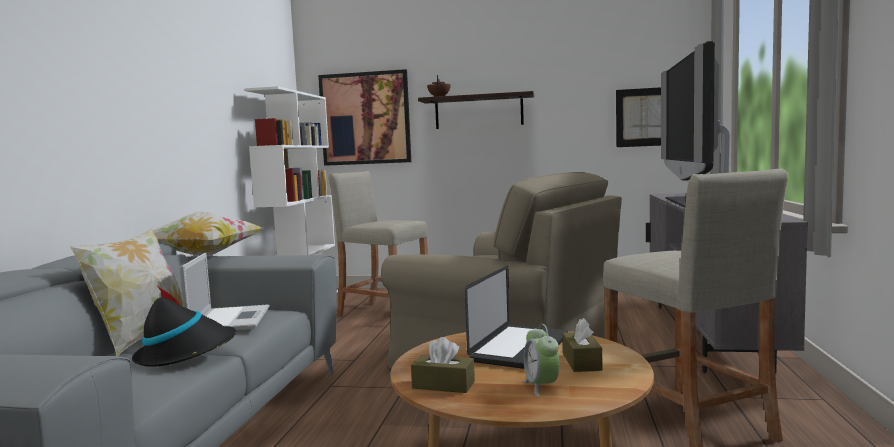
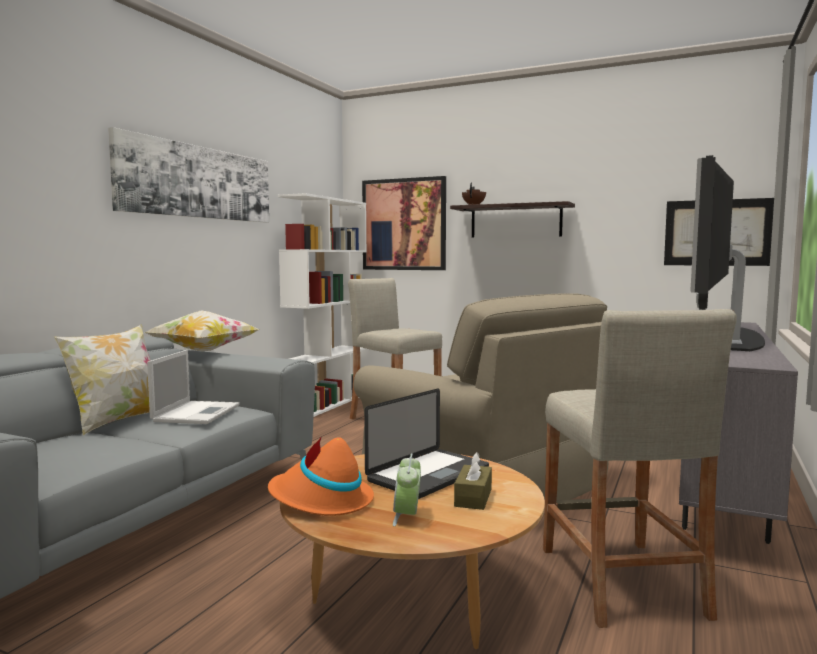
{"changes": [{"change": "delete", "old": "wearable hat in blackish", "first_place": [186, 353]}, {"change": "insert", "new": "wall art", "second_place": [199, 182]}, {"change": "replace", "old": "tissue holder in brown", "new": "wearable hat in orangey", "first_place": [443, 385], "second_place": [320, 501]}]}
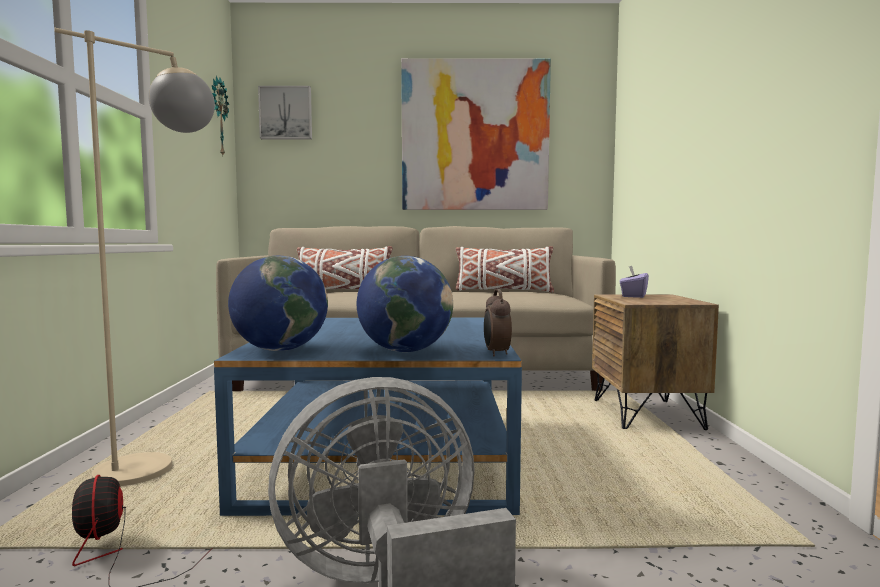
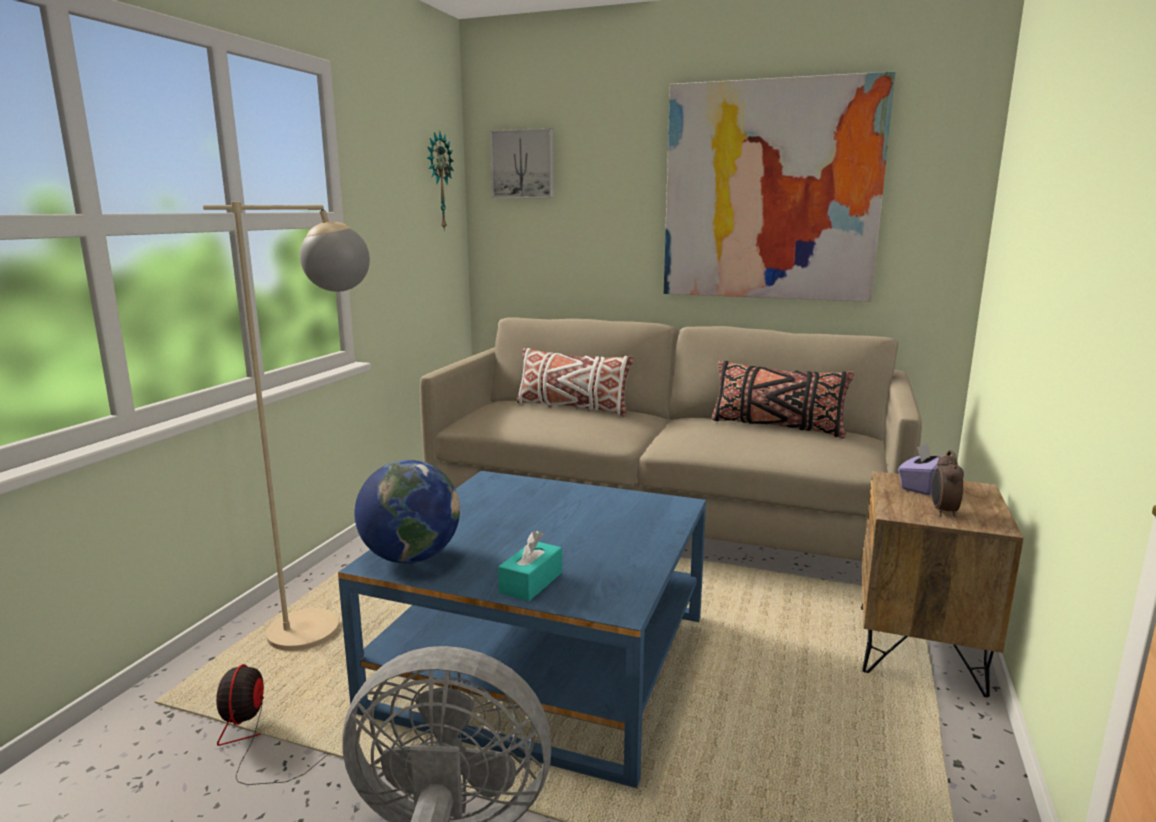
{"changes": [{"change": "move", "old": "table clock", "first_place": [496, 353], "second_place": [942, 511]}, {"change": "replace", "old": "world globe", "new": "tissue holder in blue-green", "first_place": [405, 351], "second_place": [531, 582]}, {"change": "recolor", "old": "cushion in white-coloured", "new": "cushion in blackish", "first_place": [503, 291], "second_place": [776, 427]}]}
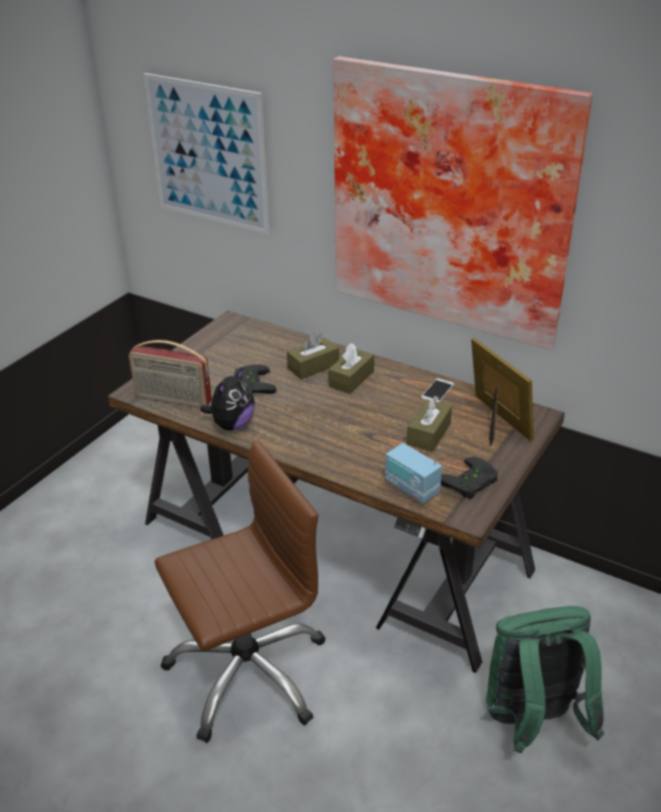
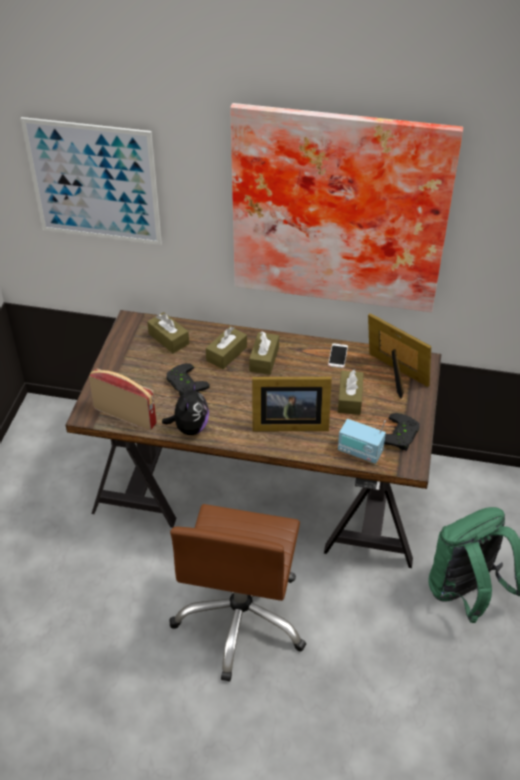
{"changes": [{"change": "insert", "new": "tissue holder in brown", "second_place": [168, 339]}, {"change": "insert", "new": "picture frame", "second_place": [287, 423]}, {"change": "rotate", "old": "radio", "first_place": [173, 400], "second_place": [126, 415], "degrees": -150}, {"change": "rotate", "old": "desk chair in brown", "first_place": [247, 672], "second_place": [241, 618], "degrees": 150}]}
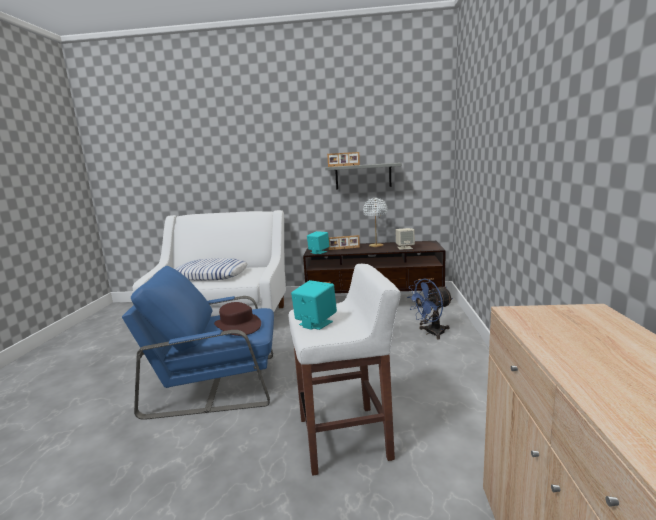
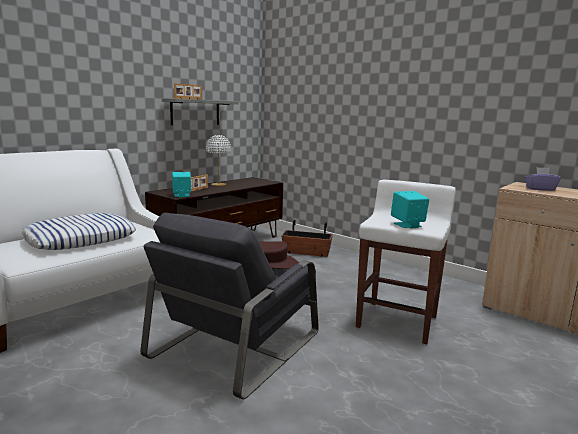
{"changes": [{"change": "delete", "old": "audio speaker in beige-coloured", "first_place": [405, 248]}, {"change": "insert", "new": "tissue holder in purple", "second_place": [540, 189]}, {"change": "replace", "old": "electric fan in blue", "new": "plant pot", "first_place": [431, 333], "second_place": [306, 252]}, {"change": "recolor", "old": "lounge chair in blue", "new": "lounge chair in greyish", "first_place": [216, 383], "second_place": [237, 343]}]}
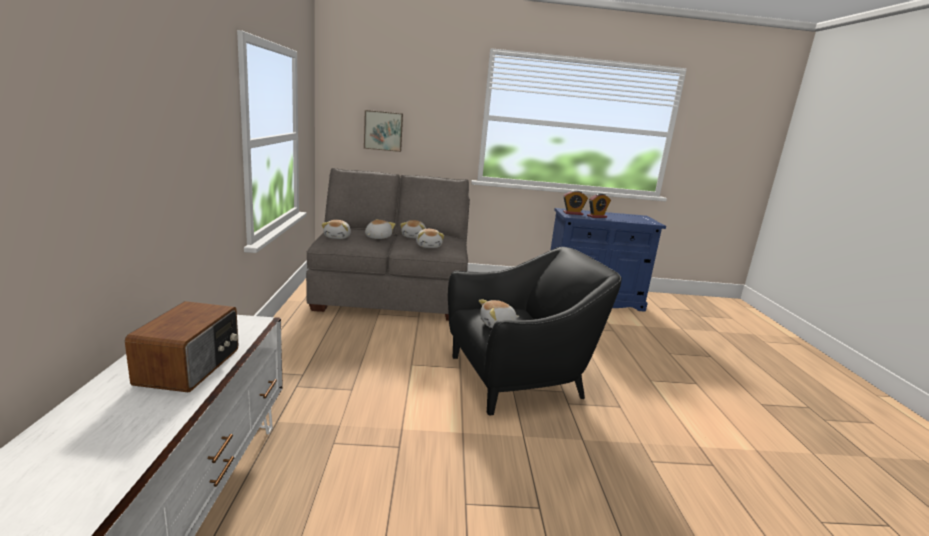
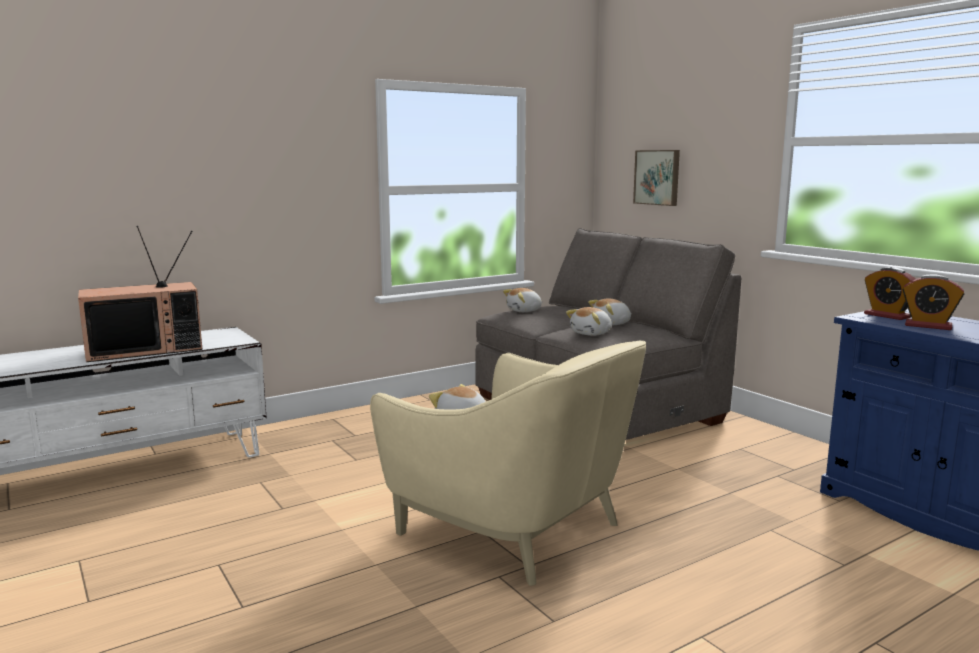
{"changes": [{"change": "delete", "old": "plush toy", "first_place": [377, 237]}, {"change": "replace", "old": "radio", "new": "television", "first_place": [191, 366], "second_place": [146, 349]}, {"change": "recolor", "old": "lounge chair in blackish", "new": "lounge chair in beige-coloured", "first_place": [518, 378], "second_place": [513, 527]}]}
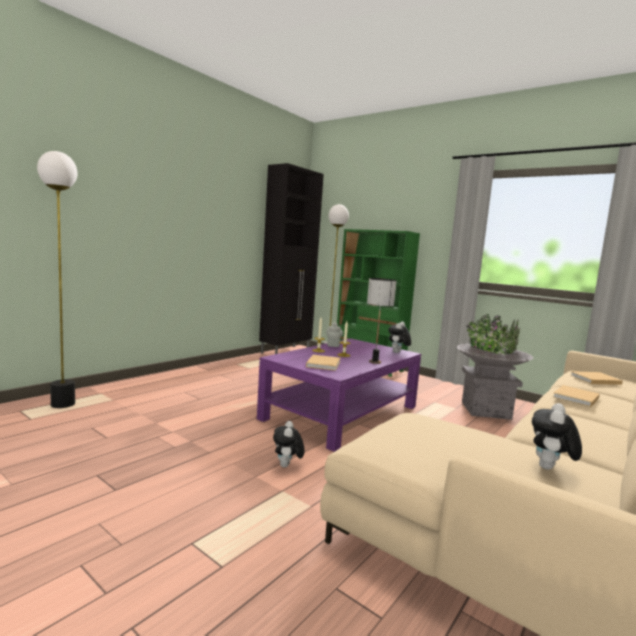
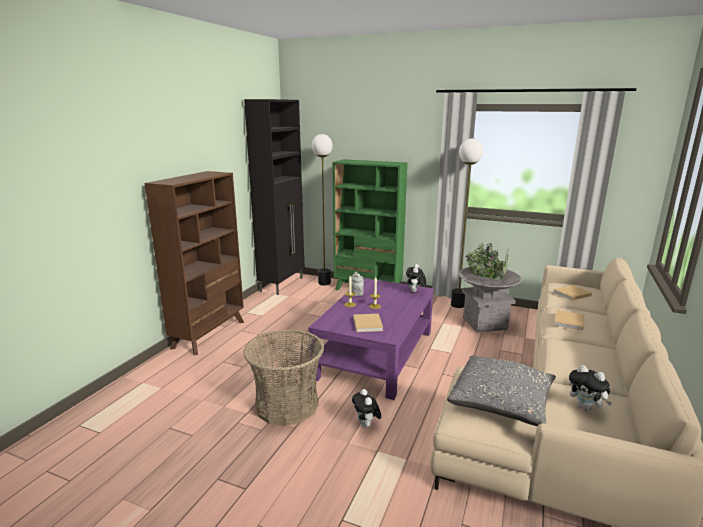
{"changes": [{"change": "delete", "old": "tabletop lamp", "first_place": [374, 362]}, {"change": "insert", "new": "bookcase in brown", "second_place": [209, 334]}, {"change": "insert", "new": "household basket", "second_place": [287, 405]}, {"change": "insert", "new": "cushion in greyish", "second_place": [501, 403]}, {"change": "move", "old": "standing lamp", "first_place": [62, 404], "second_place": [458, 305]}, {"change": "rotate", "old": "plush toy", "first_place": [550, 469], "second_place": [586, 408], "degrees": -60}]}
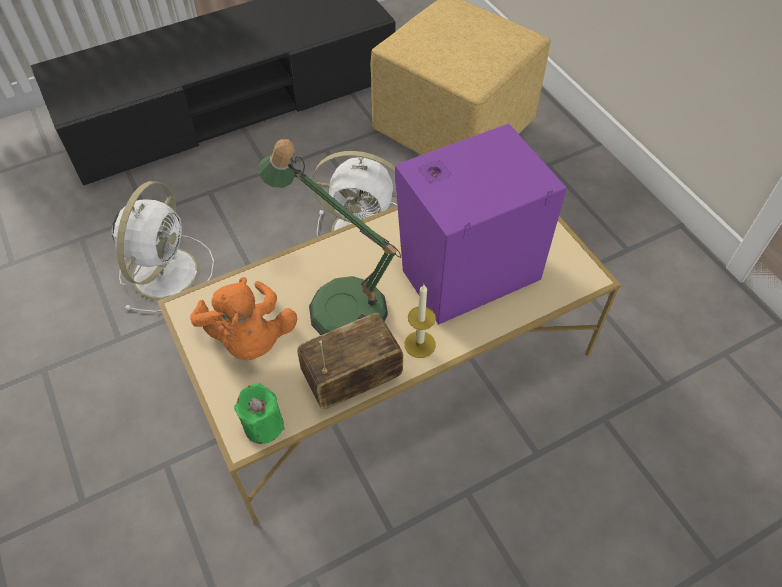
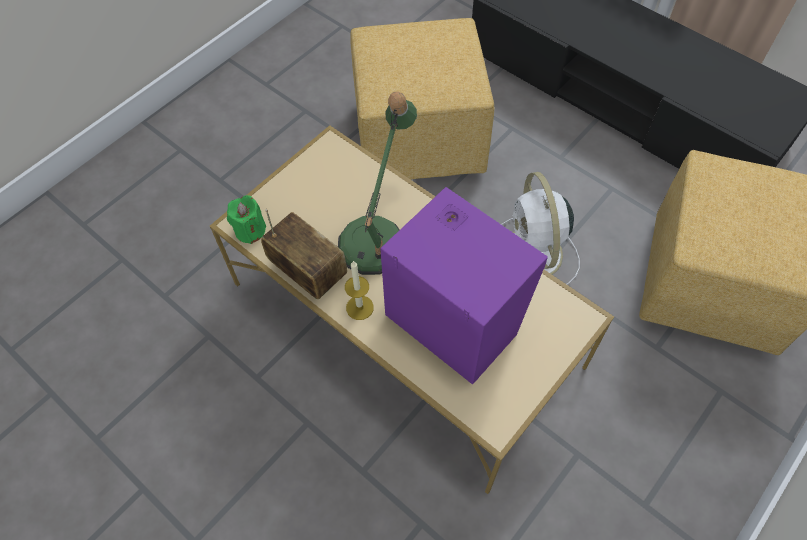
{"changes": [{"change": "delete", "old": "plush toy in orangey", "first_place": [249, 339]}, {"change": "replace", "old": "electric fan in white-coloured", "new": "pouffe in yellowish", "first_place": [166, 271], "second_place": [419, 137]}]}
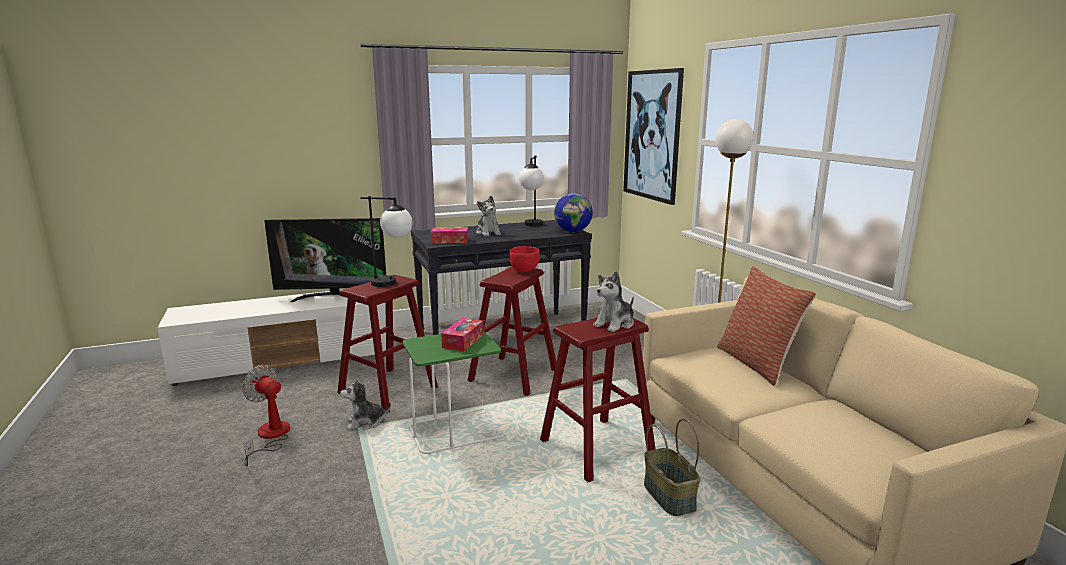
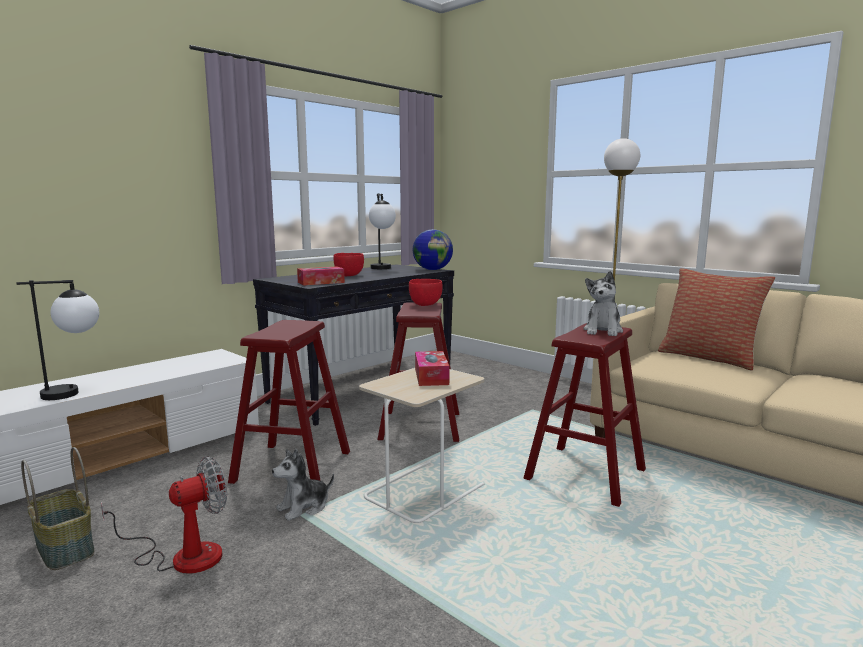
{"changes": [{"change": "delete", "old": "television", "first_place": [333, 297]}, {"change": "delete", "old": "wall art", "first_place": [652, 135]}, {"change": "move", "old": "tabletop lamp", "first_place": [393, 283], "second_place": [75, 393]}, {"change": "move", "old": "household basket", "first_place": [670, 497], "second_place": [66, 548]}, {"change": "replace", "old": "plush toy", "new": "serving bowl in red", "first_place": [488, 233], "second_place": [349, 275]}, {"change": "recolor", "old": "accent table in green", "new": "accent table in beige-coloured", "first_place": [455, 431], "second_place": [423, 491]}, {"change": "rotate", "old": "electric fan", "first_place": [270, 437], "second_place": [182, 556], "degrees": 135}]}
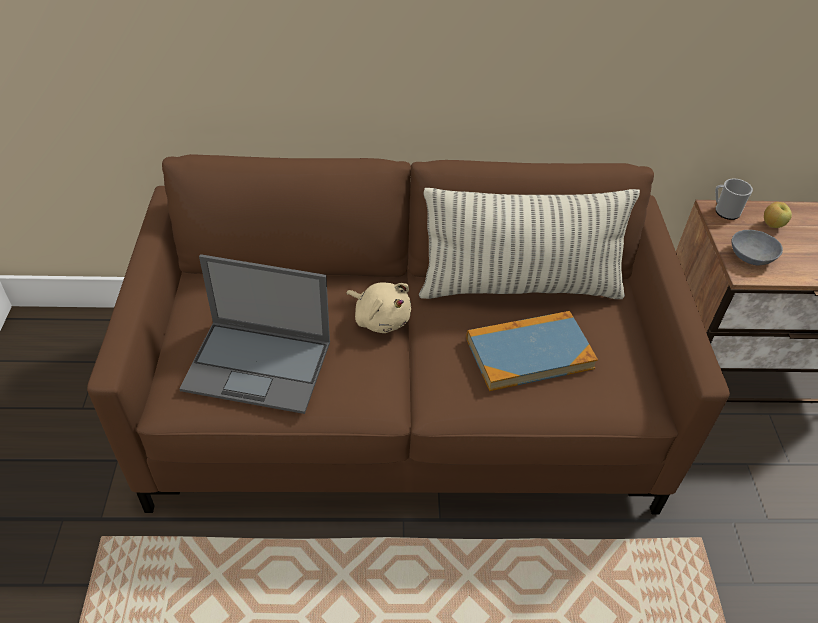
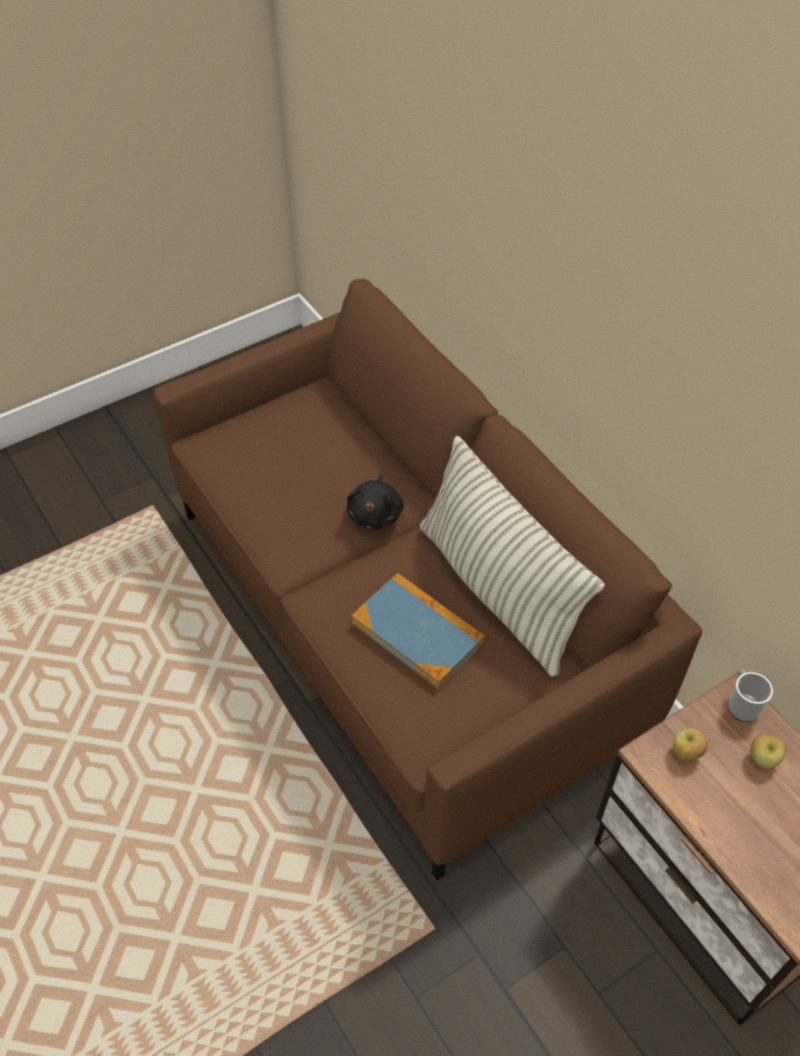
{"changes": [{"change": "delete", "old": "laptop", "first_place": [259, 366]}, {"change": "replace", "old": "serving bowl in greyish", "new": "whole apple", "first_place": [752, 255], "second_place": [686, 753]}, {"change": "recolor", "old": "plush toy in beige-coloured", "new": "plush toy in blackish", "first_place": [380, 318], "second_place": [375, 514]}]}
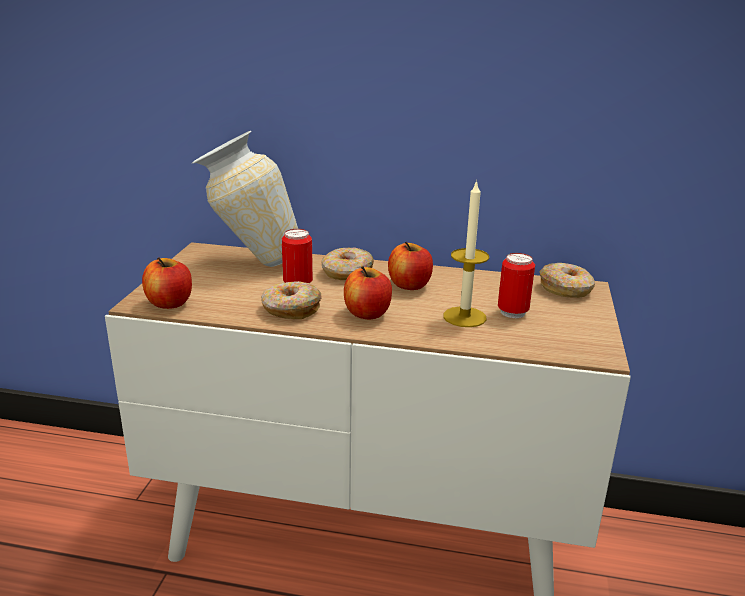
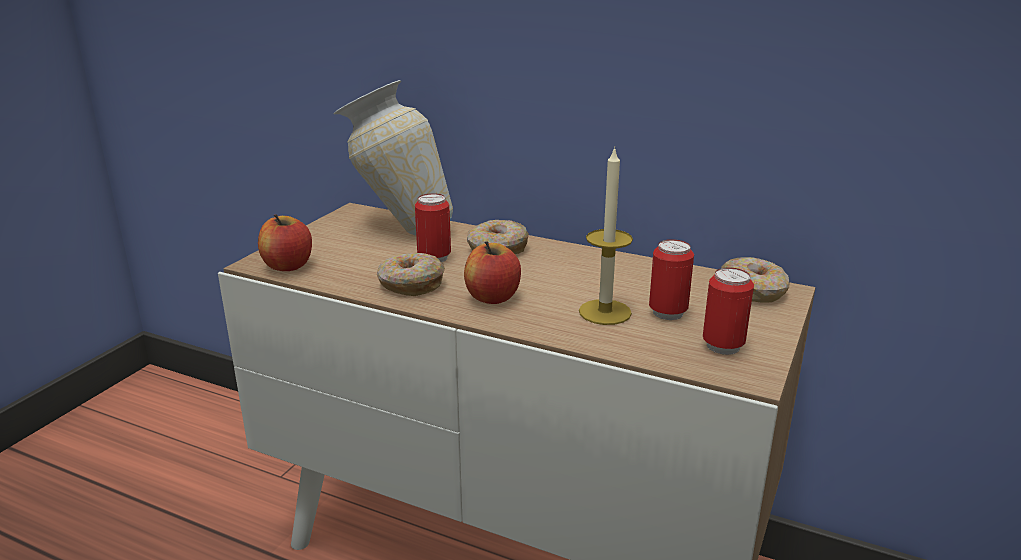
{"changes": [{"change": "delete", "old": "whole apple", "first_place": [409, 285]}, {"change": "insert", "new": "can", "second_place": [723, 346]}]}
